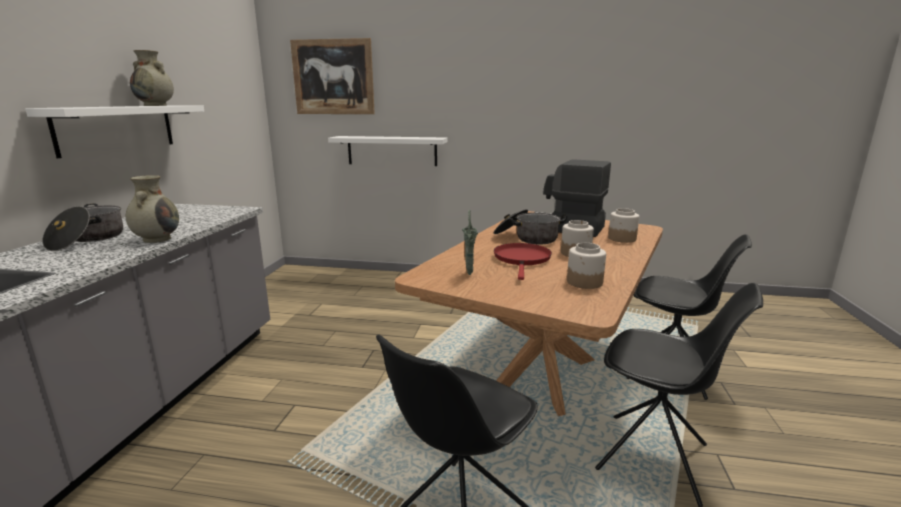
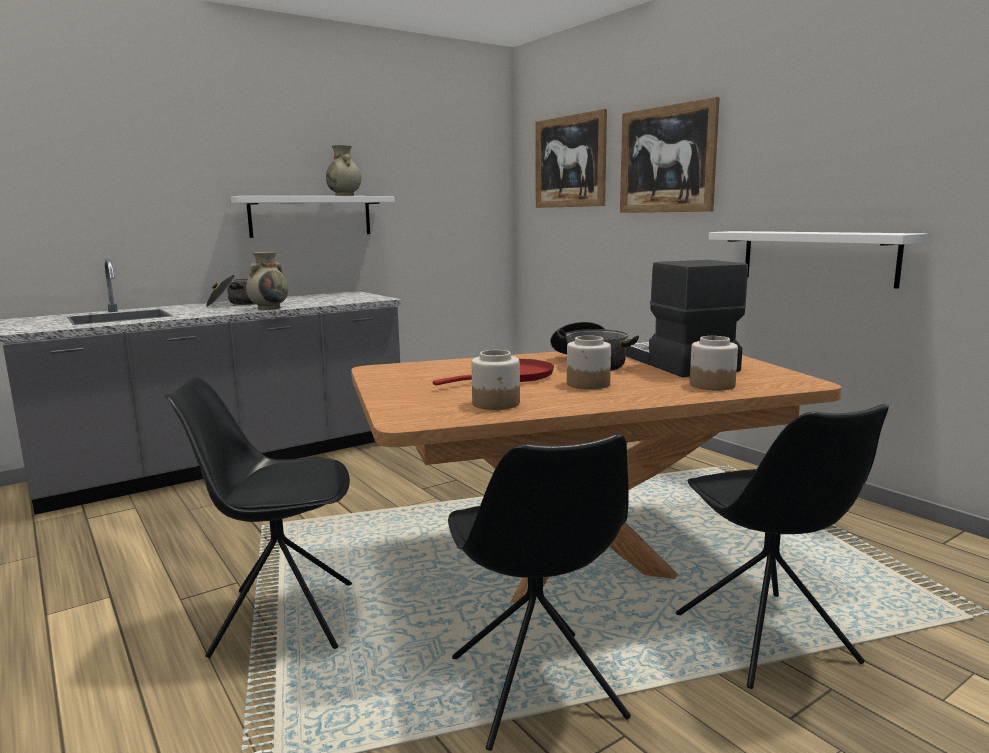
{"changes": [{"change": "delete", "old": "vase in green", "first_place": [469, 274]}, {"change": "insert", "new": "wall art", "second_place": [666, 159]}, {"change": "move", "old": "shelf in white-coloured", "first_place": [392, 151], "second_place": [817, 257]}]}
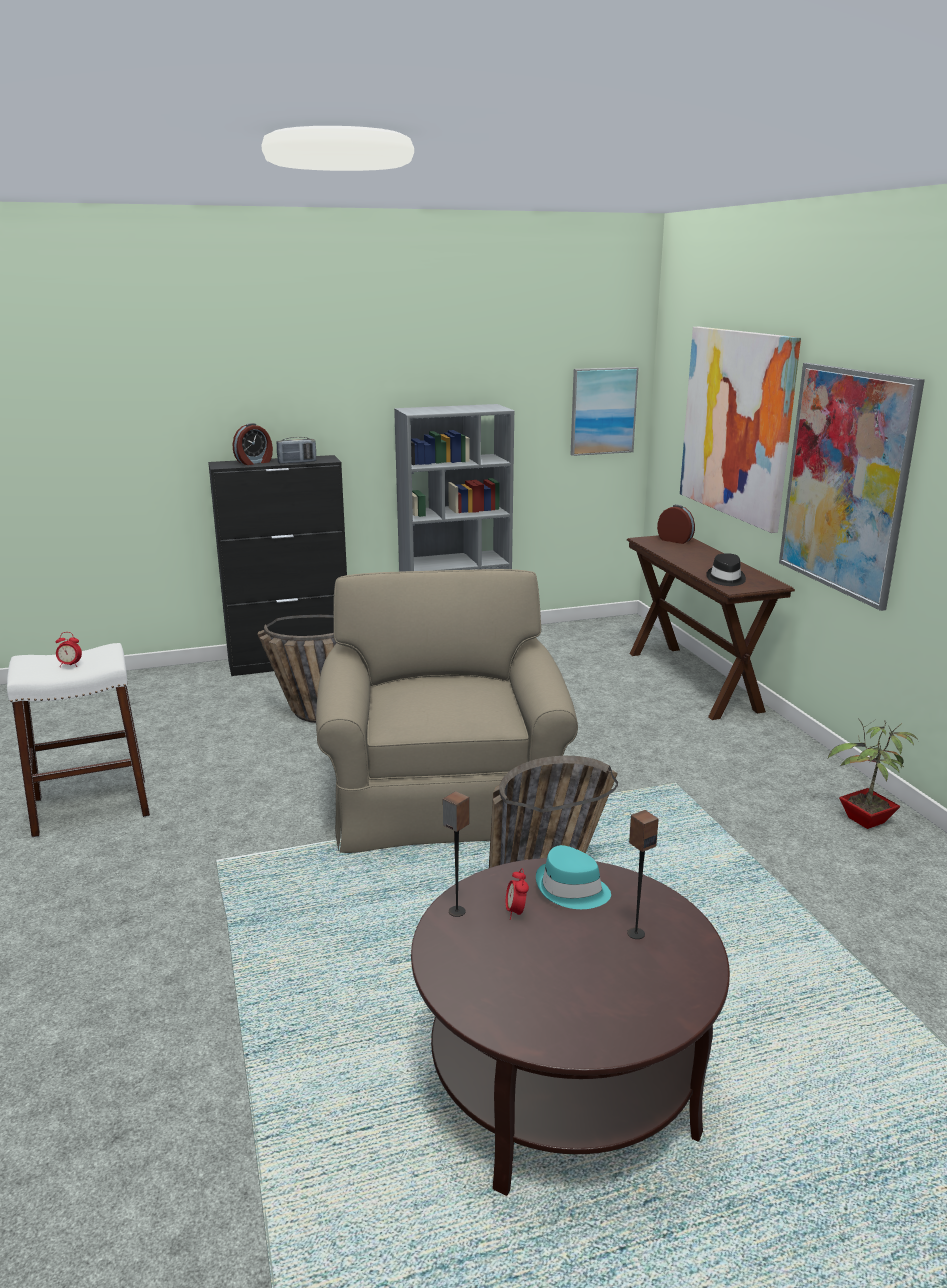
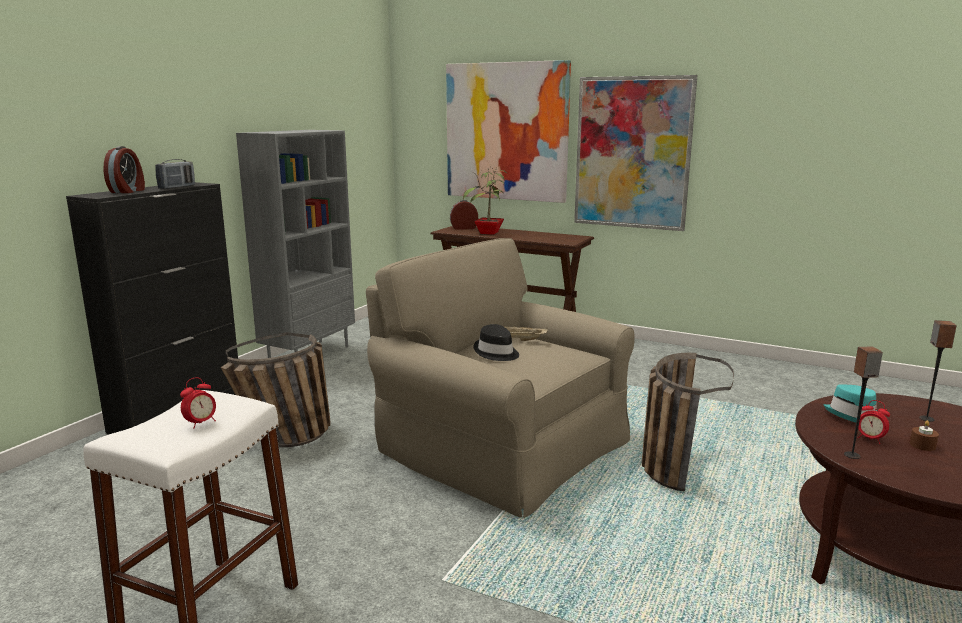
{"changes": [{"change": "delete", "old": "wall art", "first_place": [603, 411]}, {"change": "insert", "new": "tray in beige-coloured", "second_place": [518, 339]}, {"change": "insert", "new": "wax light in brown", "second_place": [922, 445]}, {"change": "move", "old": "wearable hat in blackish", "first_place": [725, 579], "second_place": [496, 353]}, {"change": "move", "old": "houseplant", "first_place": [864, 821], "second_place": [488, 233]}]}
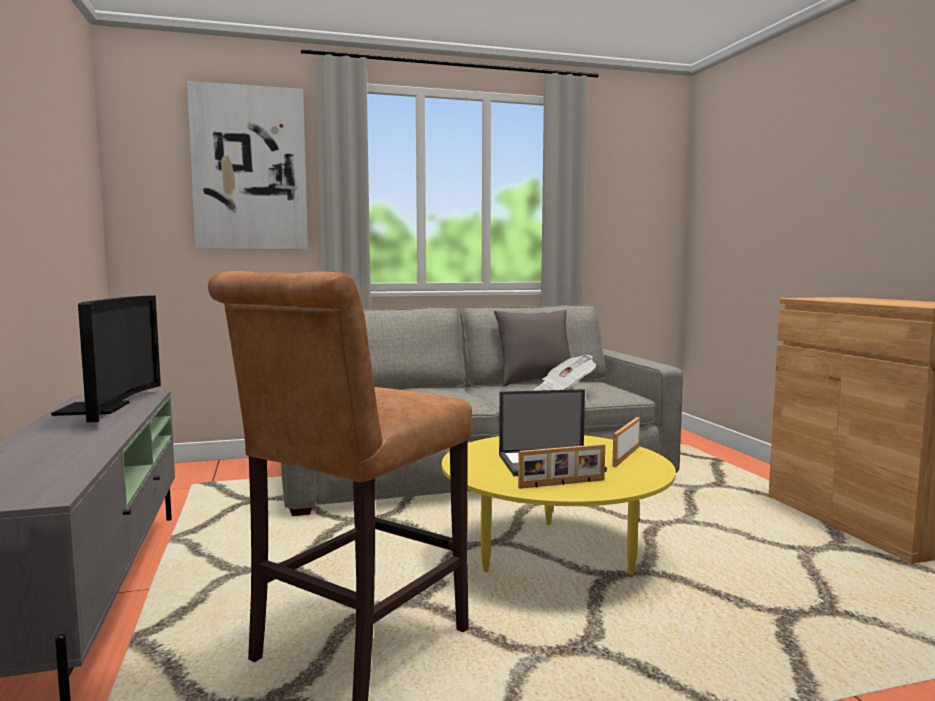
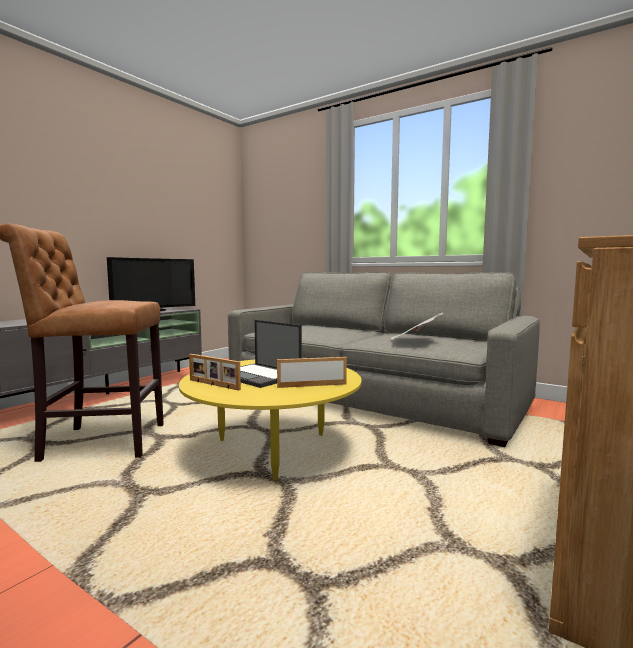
{"changes": [{"change": "delete", "old": "wall art", "first_place": [249, 169]}, {"change": "delete", "old": "cushion in greyish", "first_place": [534, 382]}]}
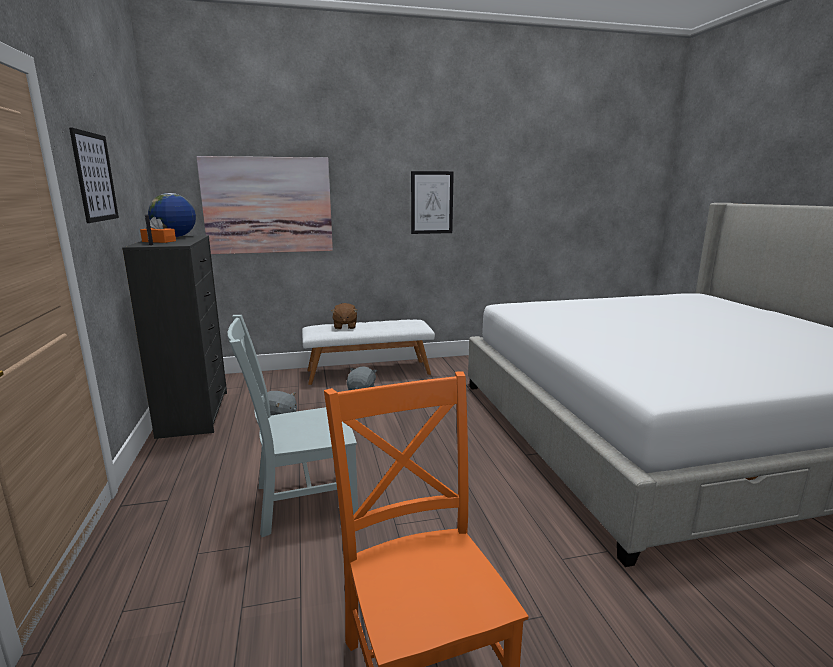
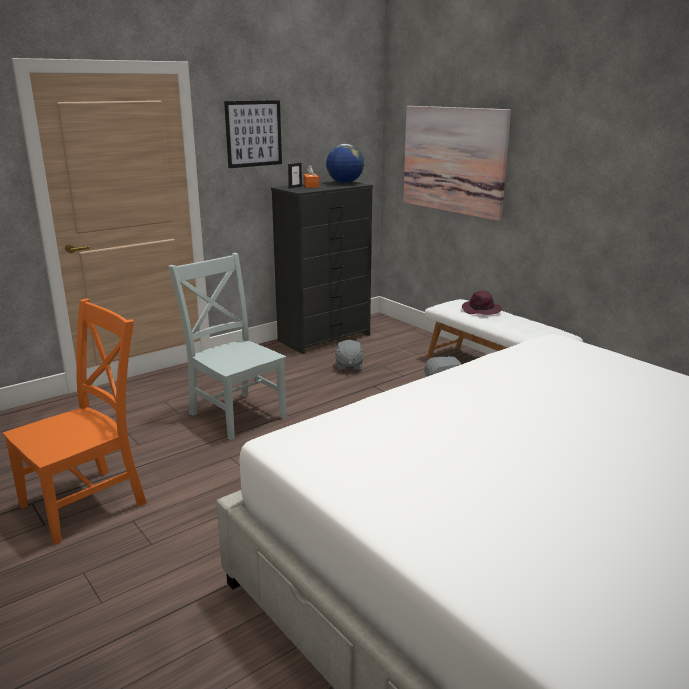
{"changes": [{"change": "delete", "old": "wall art", "first_place": [432, 202]}, {"change": "replace", "old": "plush toy in brown", "new": "wearable hat in purple", "first_place": [345, 326], "second_place": [481, 310]}]}
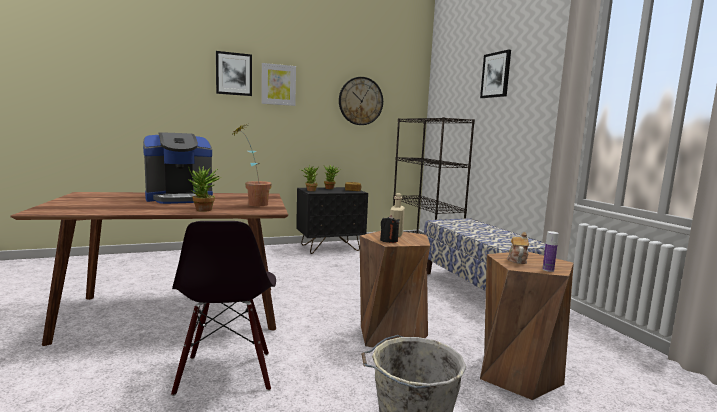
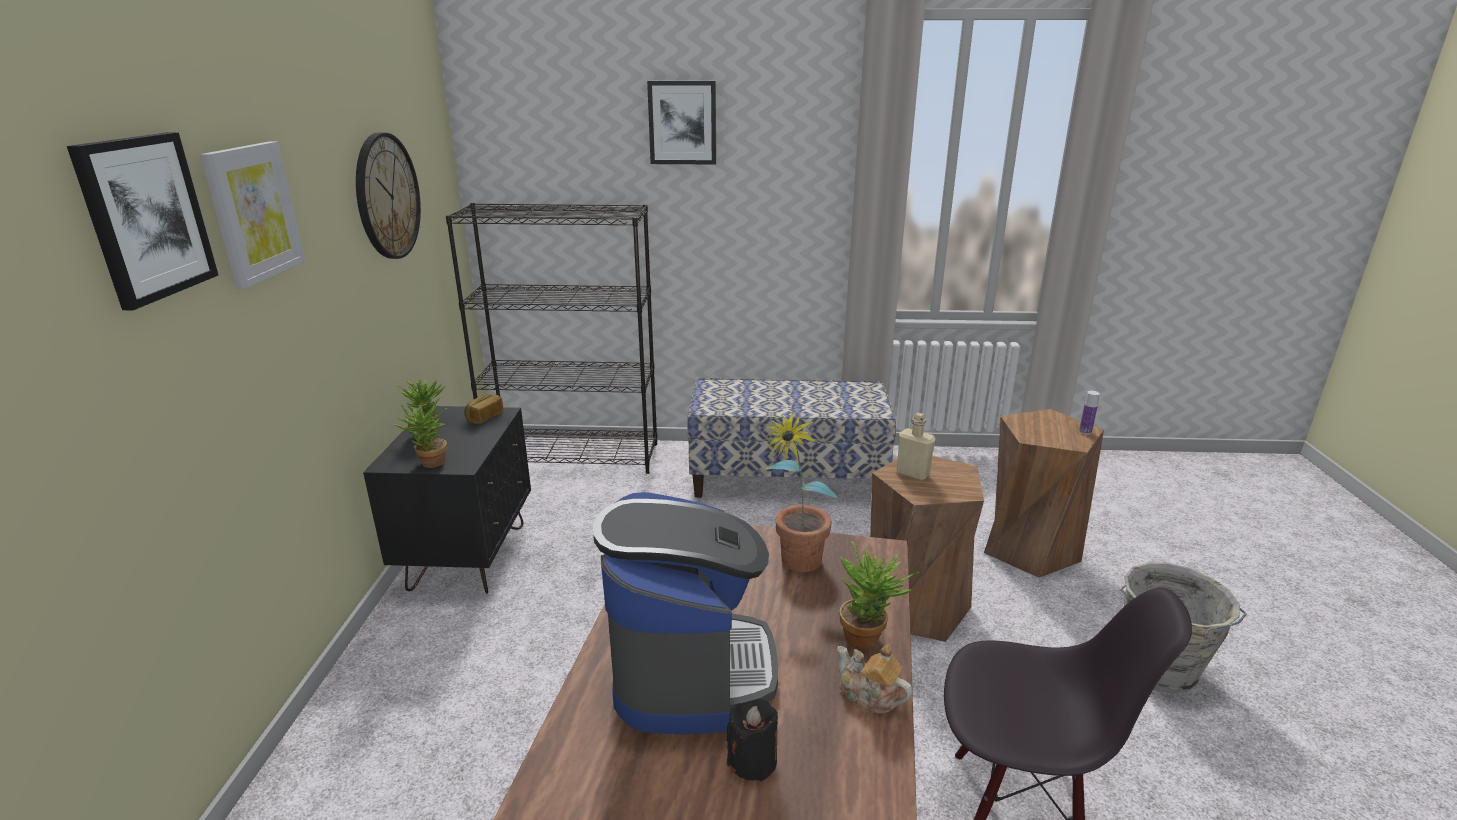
{"changes": [{"change": "move", "old": "wax light in blackish", "first_place": [389, 240], "second_place": [752, 761]}, {"change": "move", "old": "tea pot", "first_place": [517, 260], "second_place": [869, 696]}]}
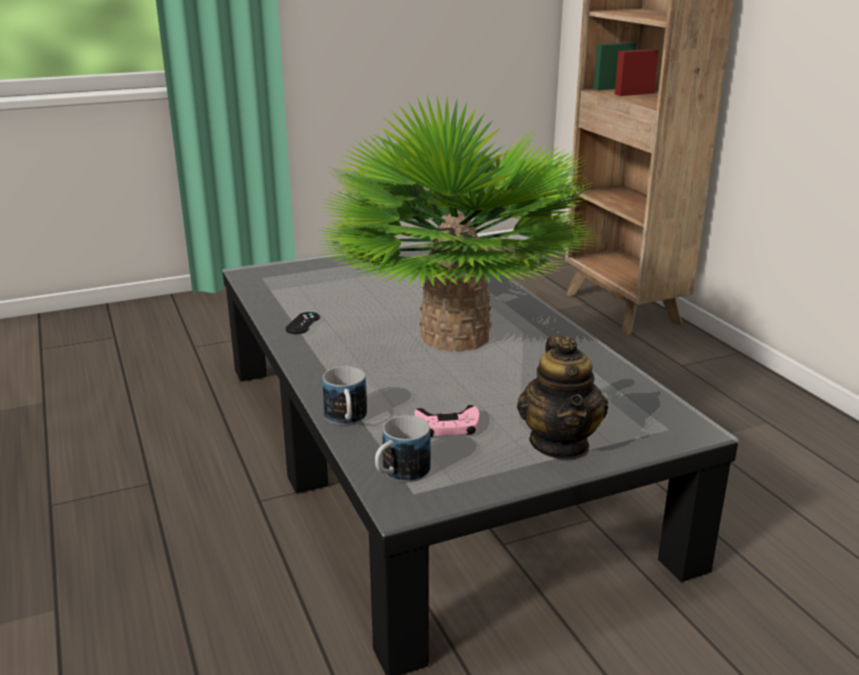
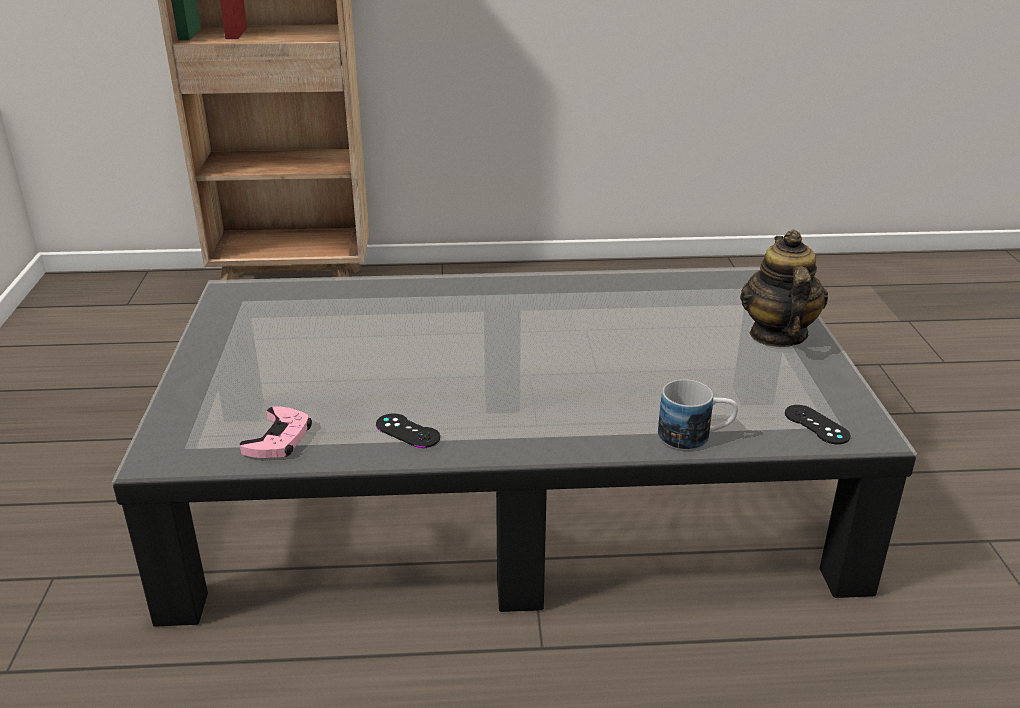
{"changes": [{"change": "delete", "old": "houseplant", "first_place": [454, 336]}, {"change": "move", "old": "gamepad in pink", "first_place": [447, 426], "second_place": [279, 439]}, {"change": "replace", "old": "tea mug", "new": "gamepad in blackish", "first_place": [399, 474], "second_place": [816, 425]}, {"change": "rotate", "old": "tea pot", "first_place": [560, 444], "second_place": [777, 335], "degrees": -105}]}
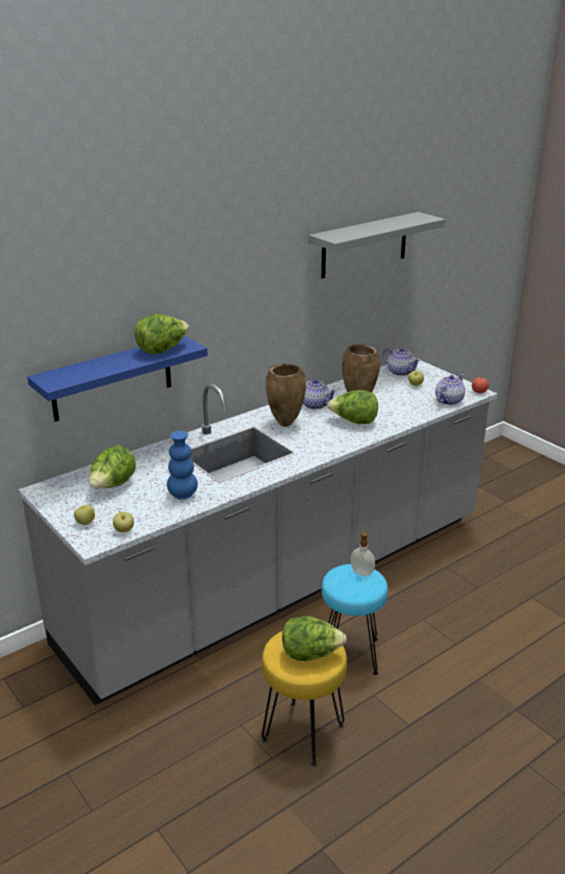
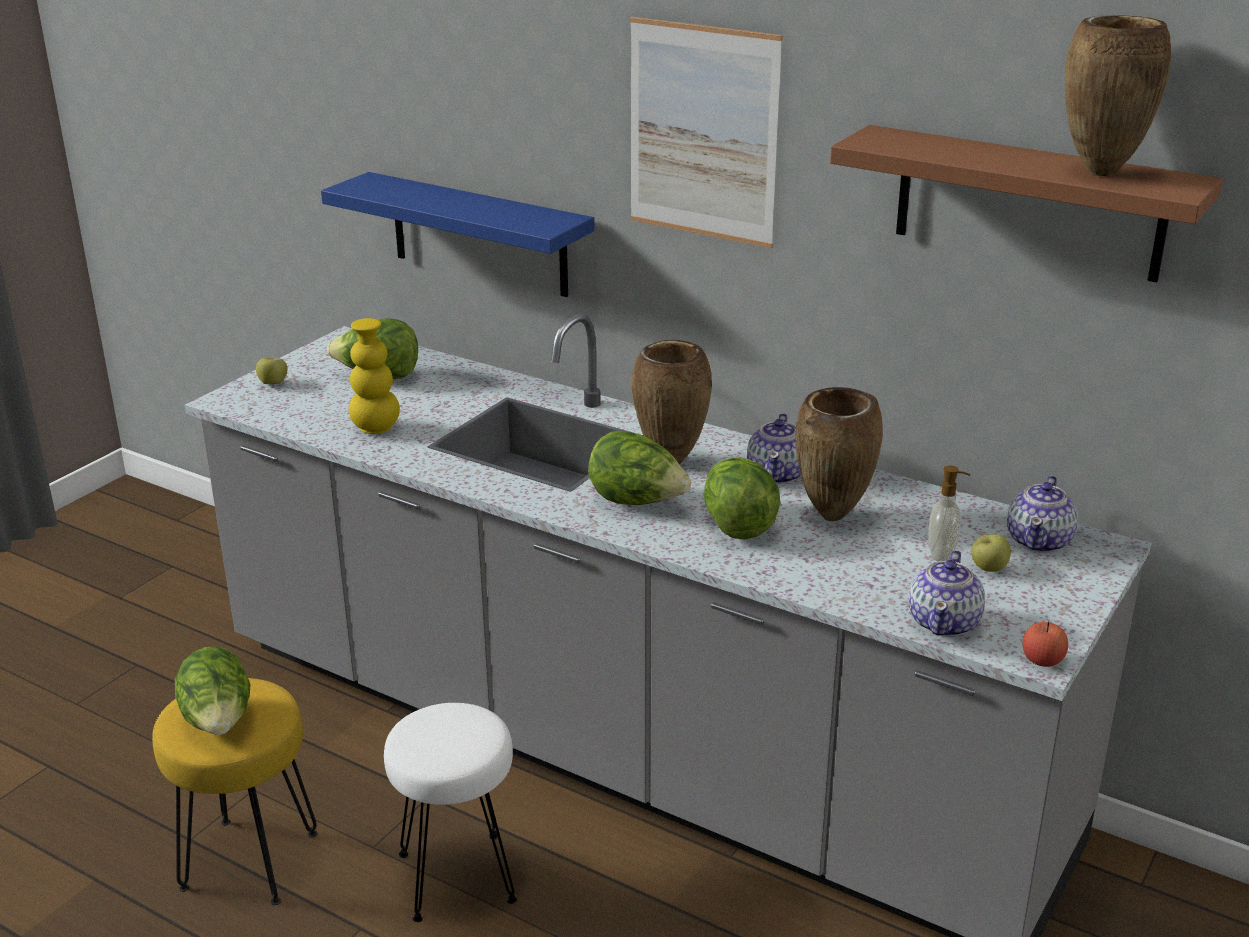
{"changes": [{"change": "delete", "old": "whole apple", "first_place": [124, 530]}, {"change": "insert", "new": "wall art", "second_place": [702, 132]}, {"change": "insert", "new": "vase in brown", "second_place": [1099, 172]}, {"change": "move", "old": "lettuce", "first_place": [162, 350], "second_place": [637, 502]}, {"change": "move", "old": "soap dispenser", "first_place": [362, 572], "second_place": [943, 554]}, {"change": "recolor", "old": "vase in blue", "new": "vase in yellowish", "first_place": [183, 495], "second_place": [376, 428]}, {"change": "recolor", "old": "shelf in greyish", "new": "shelf in brown", "first_place": [364, 245], "second_place": [1028, 203]}, {"change": "recolor", "old": "stool seat in blue-green", "new": "stool seat in white-coloured", "first_place": [351, 654], "second_place": [459, 877]}, {"change": "rotate", "old": "tea pot", "first_place": [448, 401], "second_place": [945, 622], "degrees": 90}]}
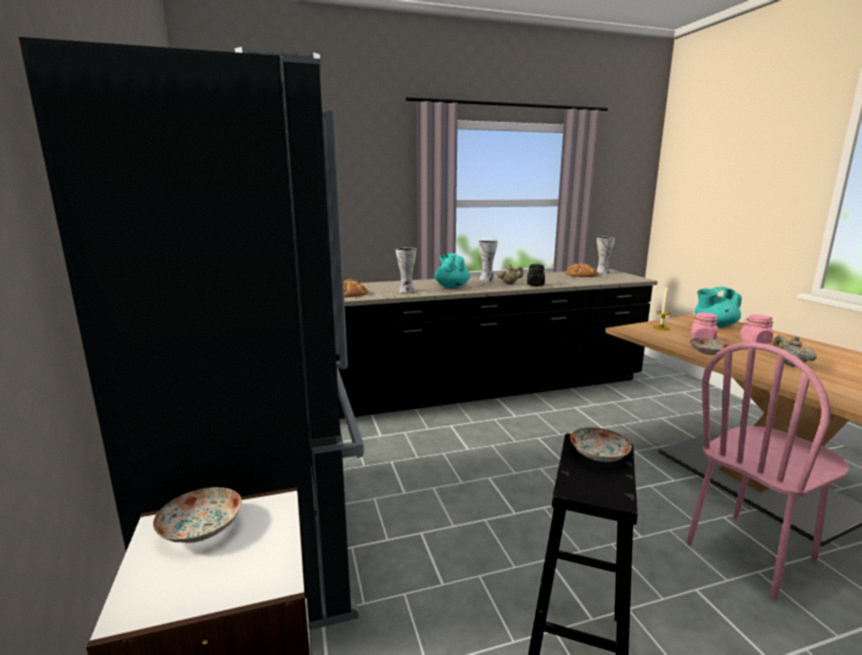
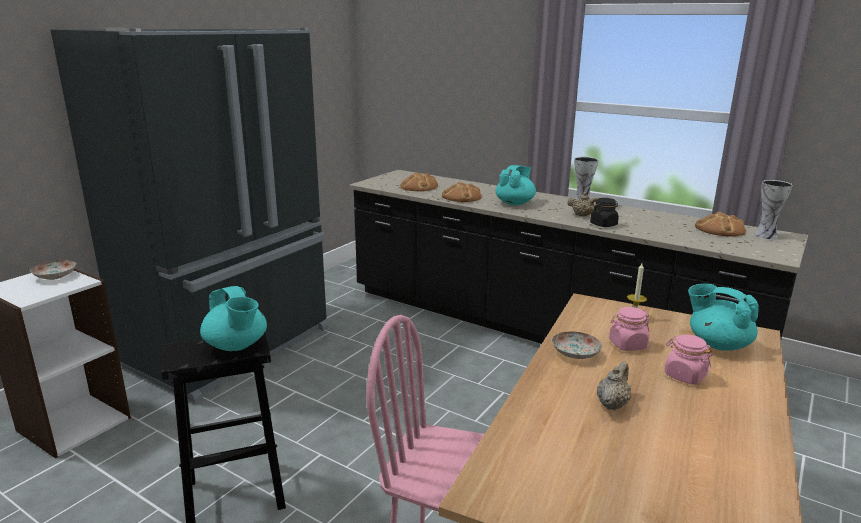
{"changes": [{"change": "replace", "old": "vase", "new": "bakery bread", "first_place": [406, 291], "second_place": [461, 197]}, {"change": "replace", "old": "dinner plate", "new": "tea pot in blue-green", "first_place": [599, 454], "second_place": [236, 346]}]}
